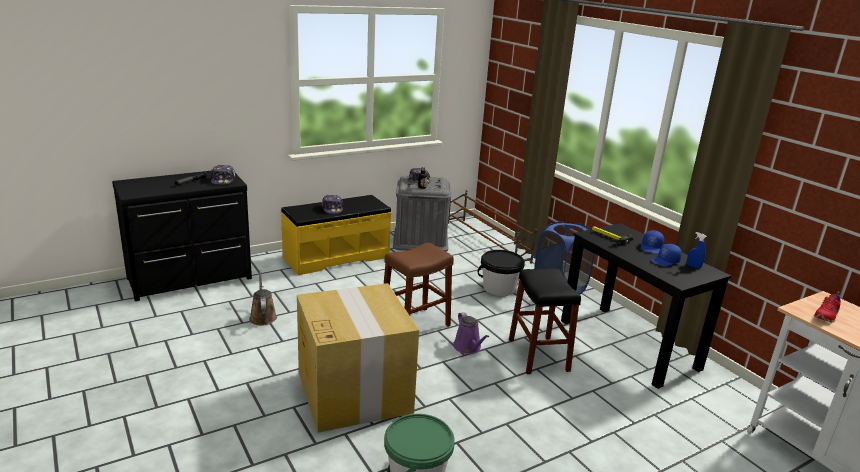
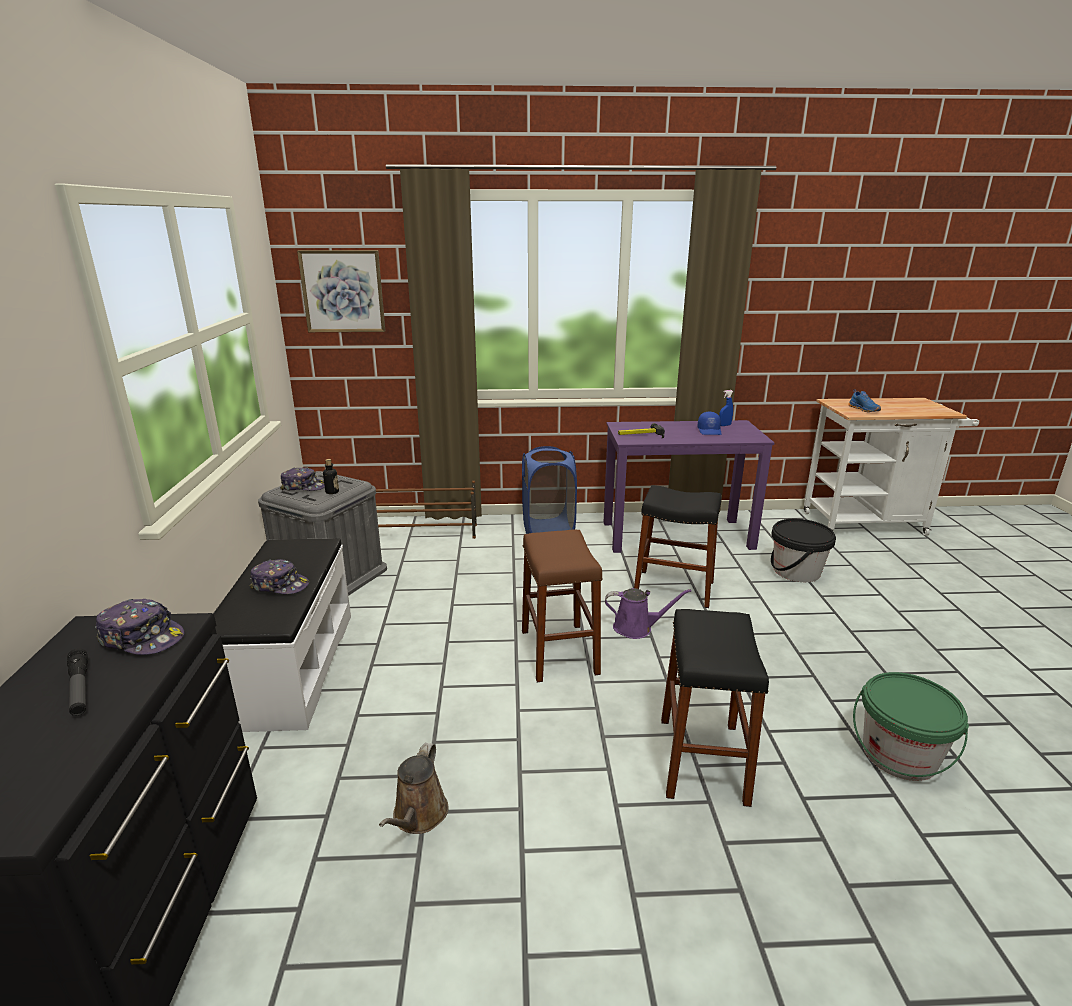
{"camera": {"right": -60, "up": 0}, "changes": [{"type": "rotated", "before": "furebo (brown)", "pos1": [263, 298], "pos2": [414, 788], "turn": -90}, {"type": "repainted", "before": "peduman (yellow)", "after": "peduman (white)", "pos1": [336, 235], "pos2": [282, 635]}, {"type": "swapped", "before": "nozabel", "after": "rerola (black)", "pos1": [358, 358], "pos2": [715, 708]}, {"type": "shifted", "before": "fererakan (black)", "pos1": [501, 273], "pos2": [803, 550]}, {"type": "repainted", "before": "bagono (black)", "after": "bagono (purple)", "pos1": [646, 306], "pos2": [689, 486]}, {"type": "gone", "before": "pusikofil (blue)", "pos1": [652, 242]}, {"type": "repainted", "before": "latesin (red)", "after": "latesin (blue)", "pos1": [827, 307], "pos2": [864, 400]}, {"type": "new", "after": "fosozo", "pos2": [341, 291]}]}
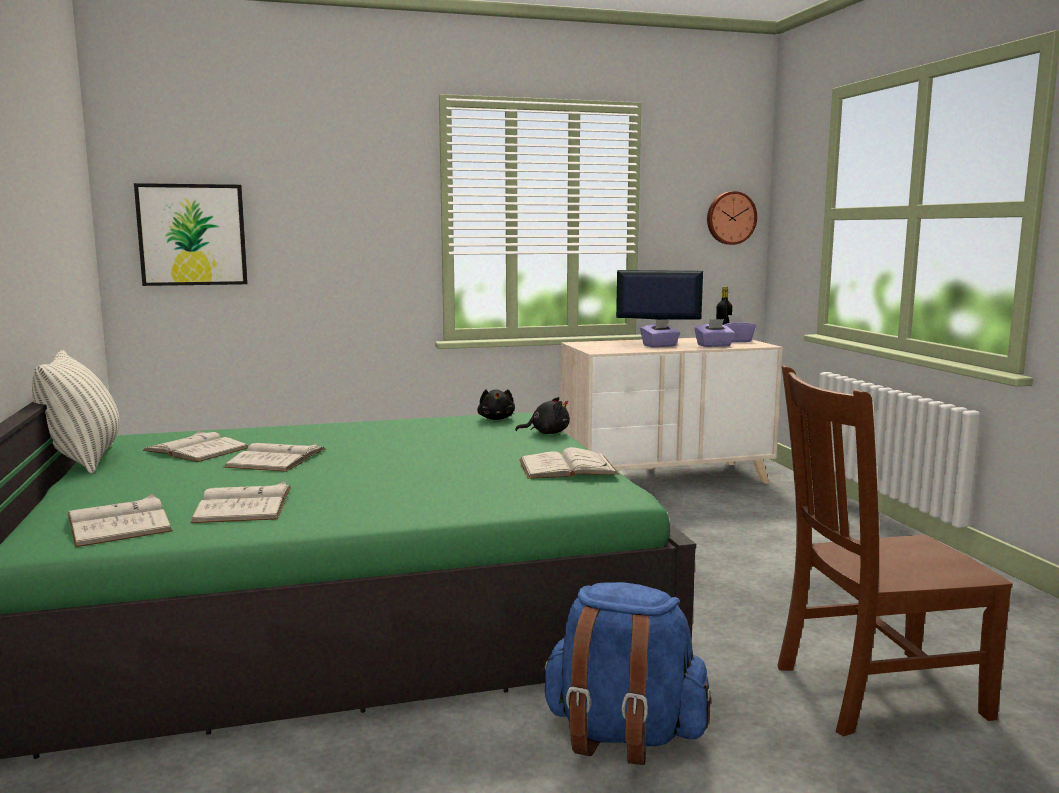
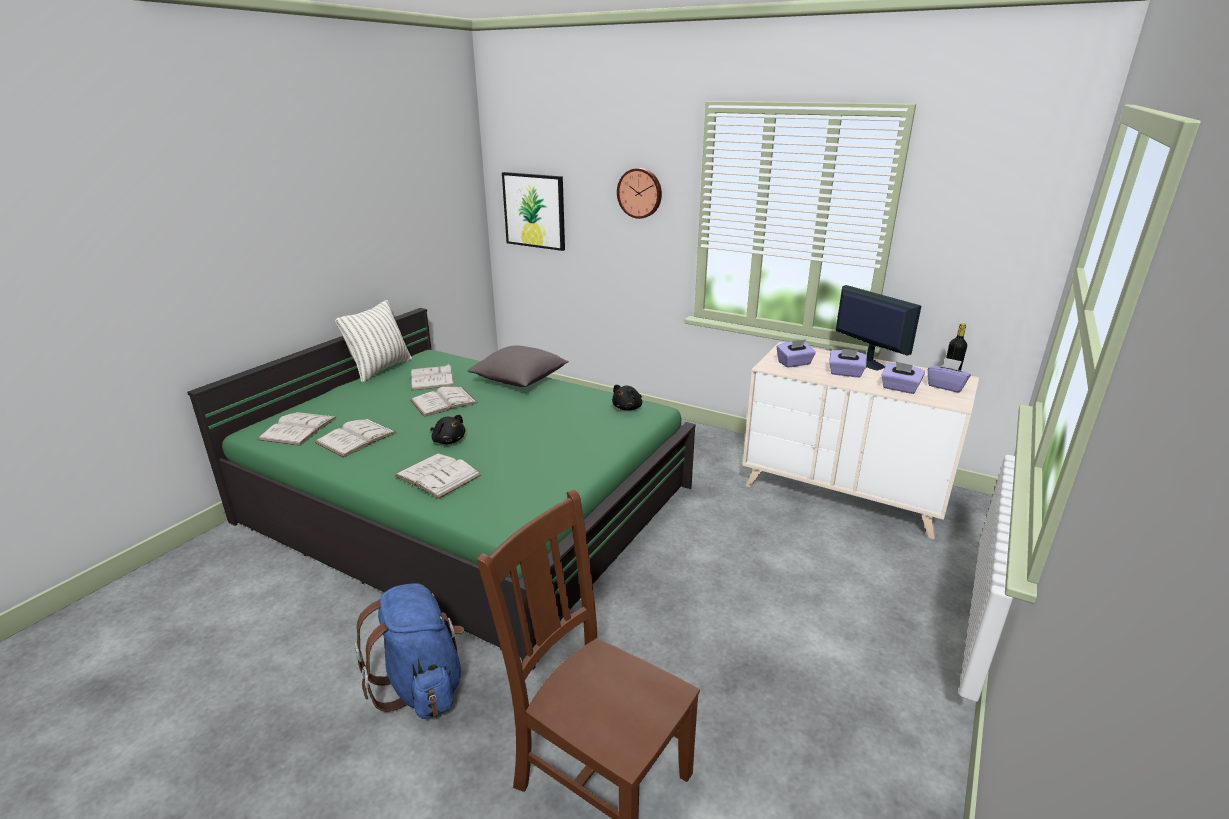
{"camera": {"right": 45, "up": 15}, "changes": [{"type": "shifted", "before": "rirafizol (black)", "pos1": [542, 415], "pos2": [447, 429]}, {"type": "shifted", "before": "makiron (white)", "pos1": [569, 463], "pos2": [437, 476]}, {"type": "shifted", "before": "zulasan", "pos1": [732, 218], "pos2": [639, 193]}, {"type": "new", "after": "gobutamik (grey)", "pos2": [518, 366]}, {"type": "new", "after": "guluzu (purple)", "pos2": [796, 353]}]}
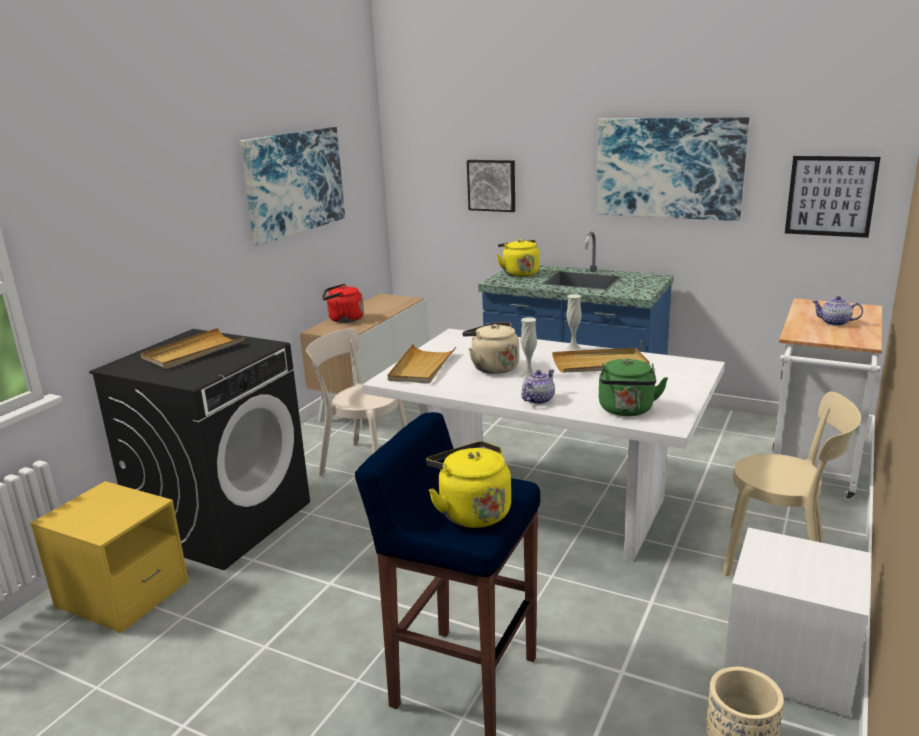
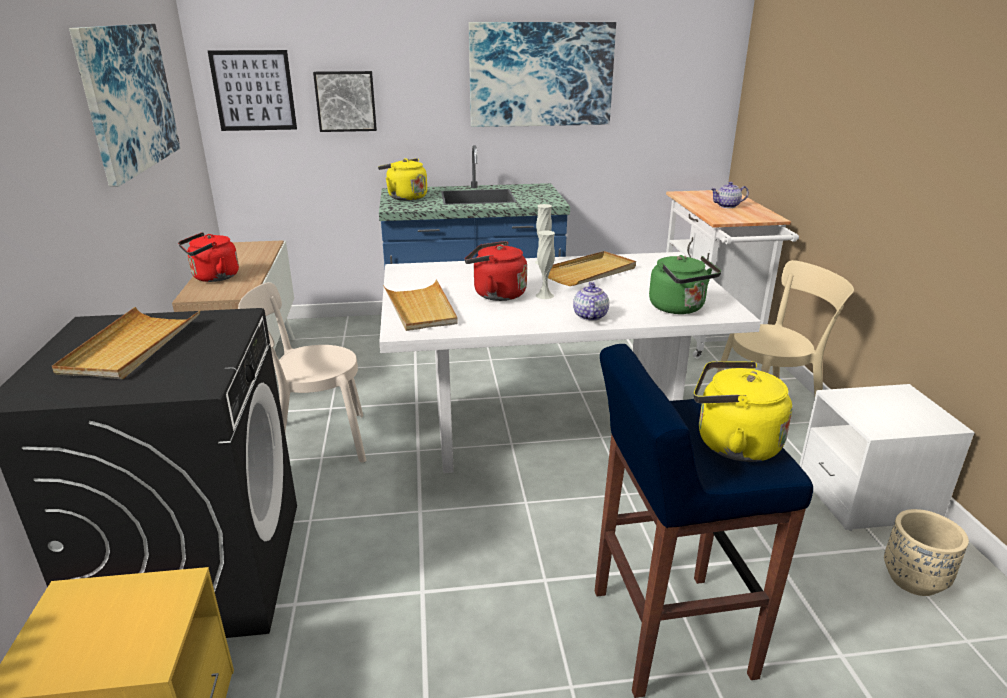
{"camera": {"right": -35, "up": 5}, "changes": [{"type": "repainted", "before": "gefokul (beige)", "after": "gefokul (red)", "pos1": [490, 348], "pos2": [496, 271]}, {"type": "shifted", "before": "fosozo", "pos1": [833, 197], "pos2": [252, 90]}]}
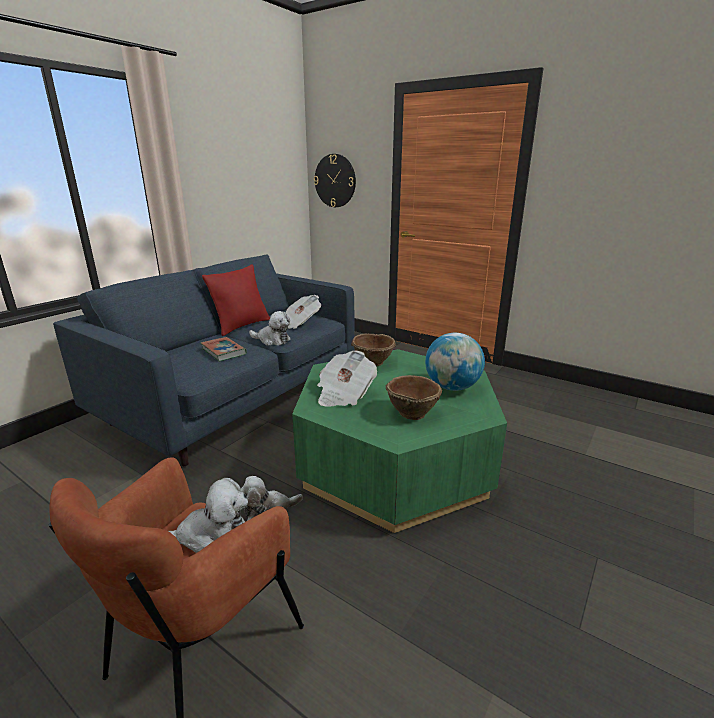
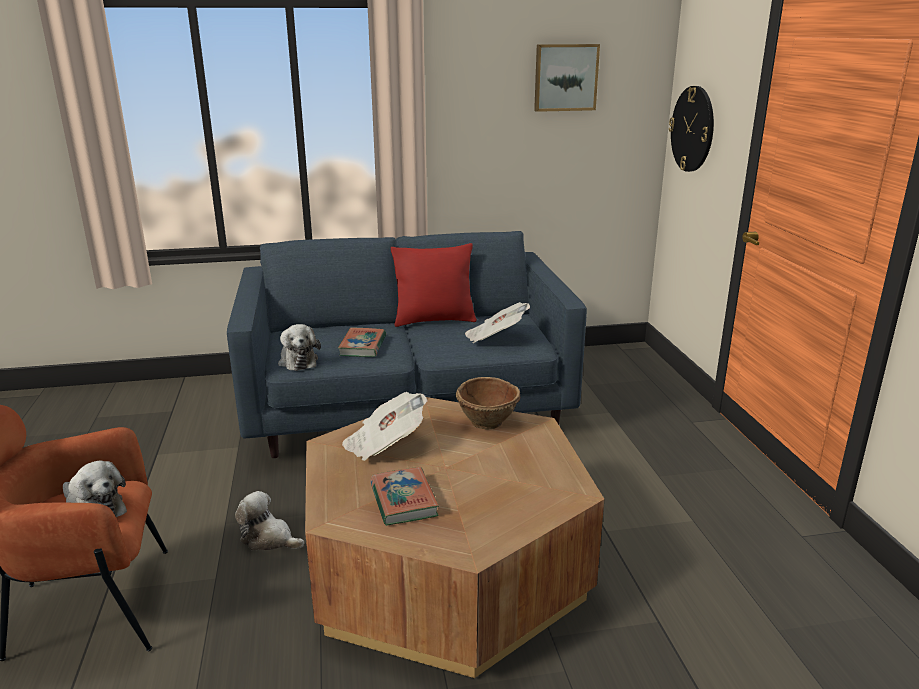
{"camera": {"right": 45, "up": 0}, "changes": [{"type": "shifted", "before": "rirafizol", "pos1": [270, 328], "pos2": [299, 347]}, {"type": "repainted", "before": "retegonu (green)", "after": "retegonu (brown)", "pos1": [399, 441], "pos2": [454, 537]}, {"type": "swapped", "before": "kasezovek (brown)", "after": "makiron", "pos1": [413, 397], "pos2": [404, 496]}, {"type": "gone", "before": "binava", "pos1": [455, 362]}, {"type": "new", "after": "fosozo", "pos2": [567, 78]}]}
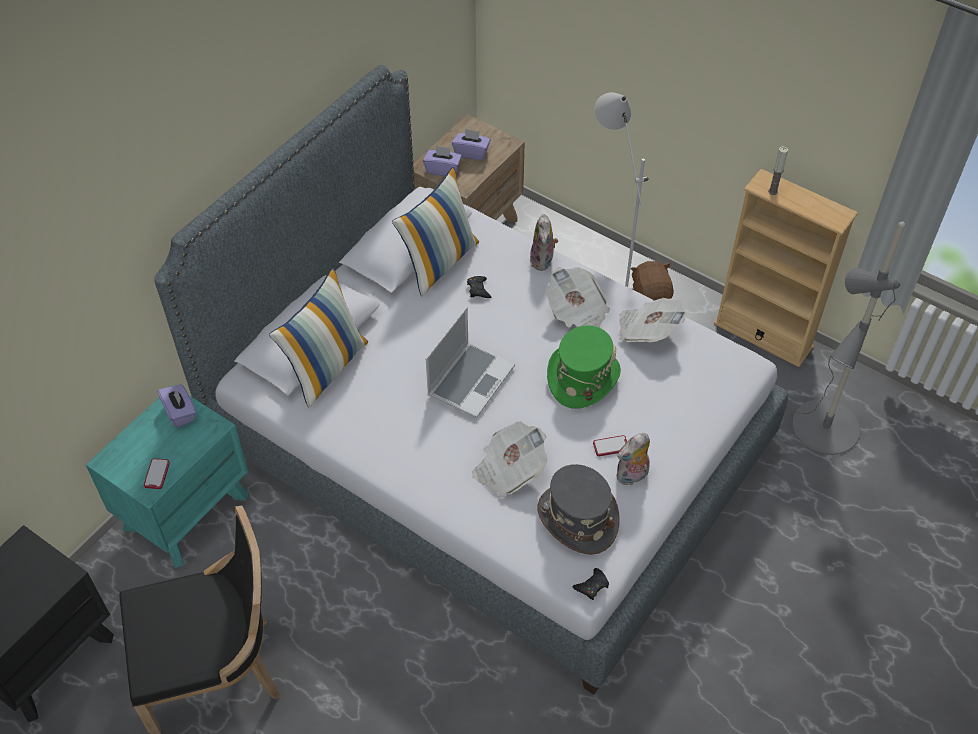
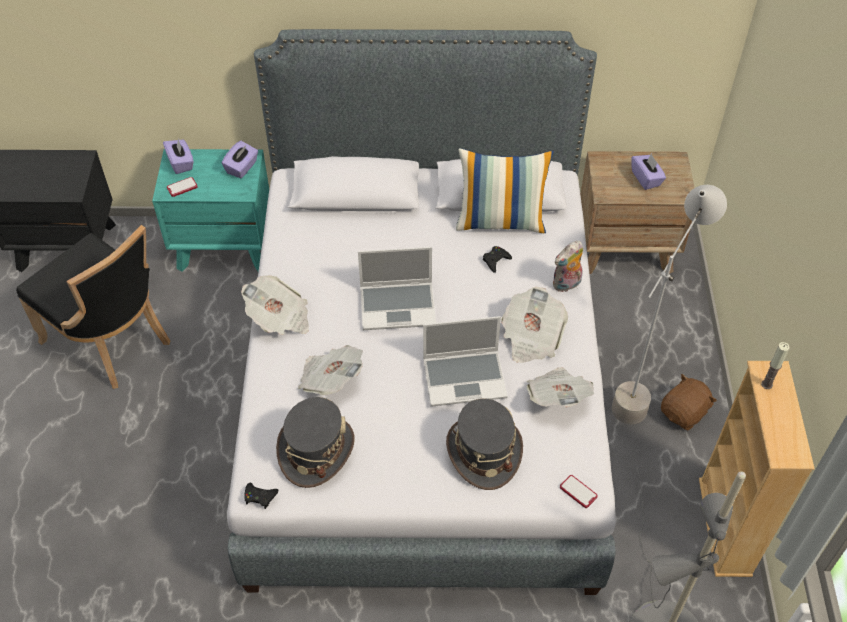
{"camera": {"right": 55, "up": 0}, "changes": [{"type": "gone", "before": "gobutamik", "pos1": [318, 338]}, {"type": "shifted", "before": "guluzu (purple)", "pos1": [442, 161], "pos2": [178, 156]}, {"type": "swapped", "before": "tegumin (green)", "after": "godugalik", "pos1": [584, 367], "pos2": [465, 361]}, {"type": "shifted", "before": "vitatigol", "pos1": [610, 445], "pos2": [579, 491]}, {"type": "gone", "before": "rirafizol", "pos1": [633, 459]}, {"type": "new", "after": "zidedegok", "pos2": [275, 305]}, {"type": "new", "after": "tegumin (grey)", "pos2": [484, 444]}]}
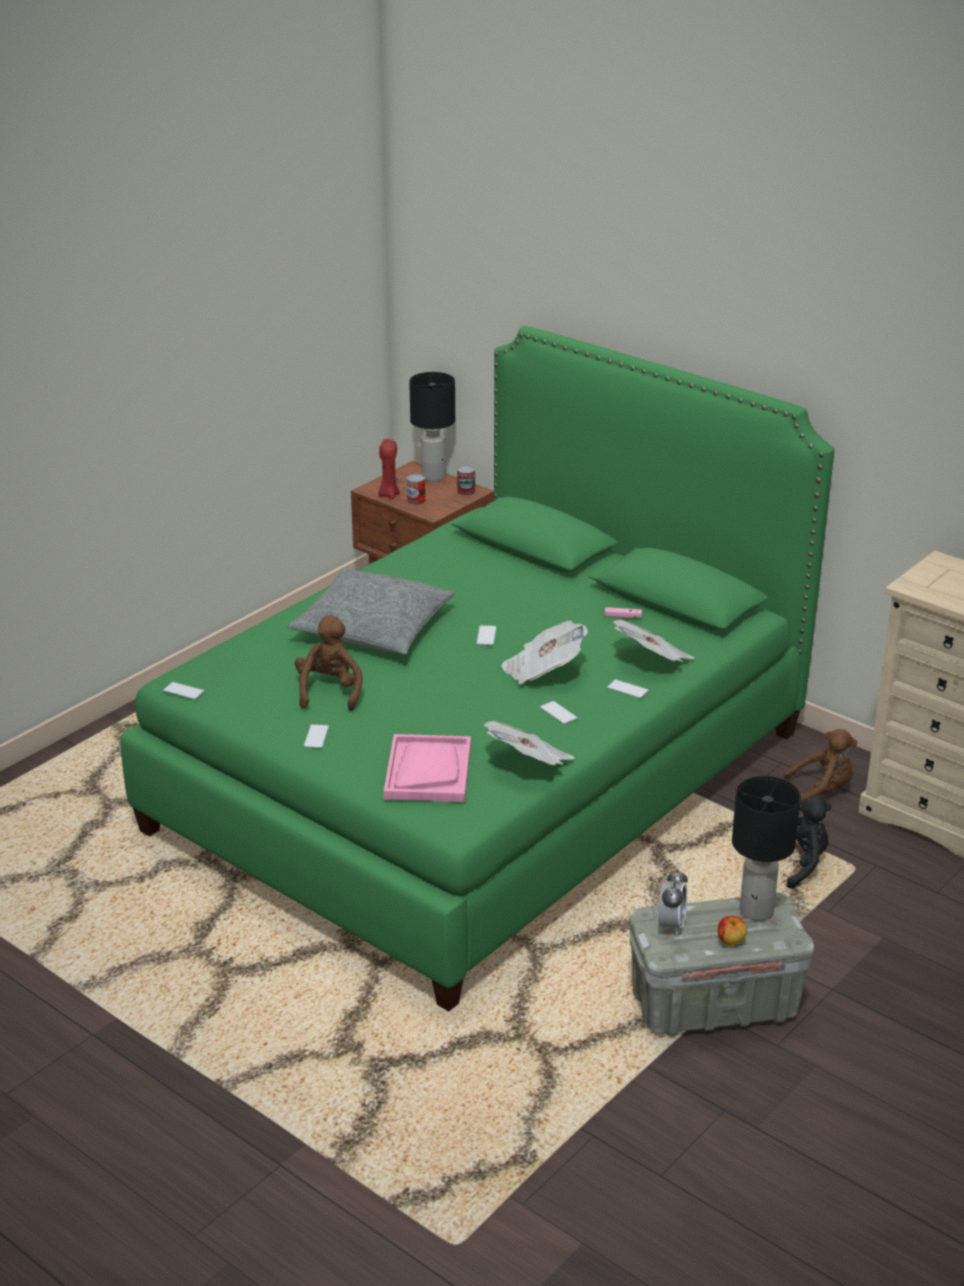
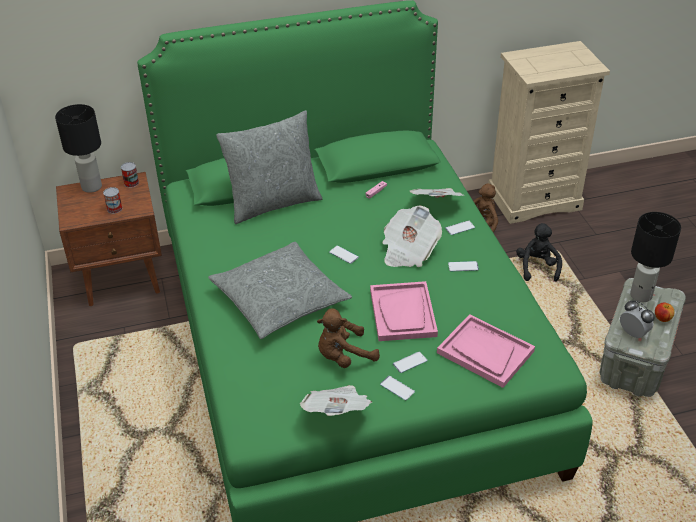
{"camera": {"right": -55, "up": 10}, "changes": [{"type": "shifted", "before": "vitatigol", "pos1": [183, 691], "pos2": [410, 362]}, {"type": "rotated", "before": "rirafizol (brown)", "pos1": [328, 663], "pos2": [348, 338], "turn": -60}, {"type": "gone", "before": "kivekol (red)", "pos1": [389, 469]}, {"type": "shifted", "before": "zidedegok", "pos1": [529, 743], "pos2": [336, 400]}, {"type": "new", "after": "gobutamik (grey)", "pos2": [269, 167]}, {"type": "new", "after": "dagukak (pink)", "pos2": [404, 311]}]}
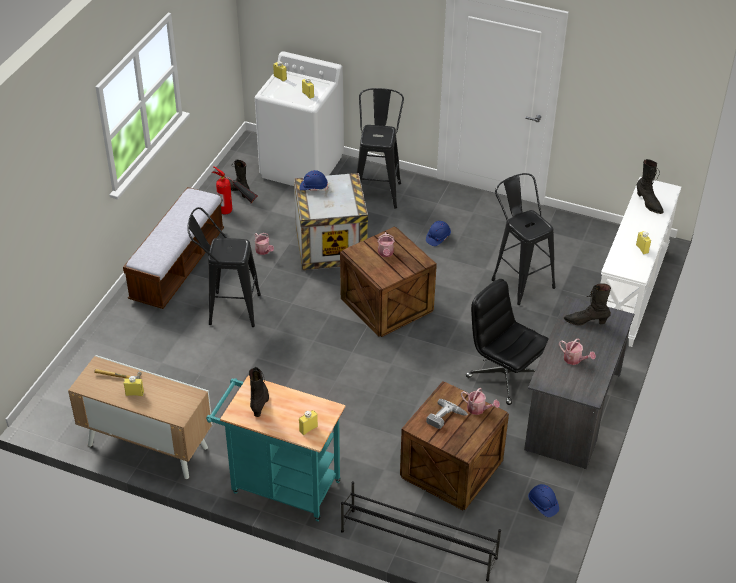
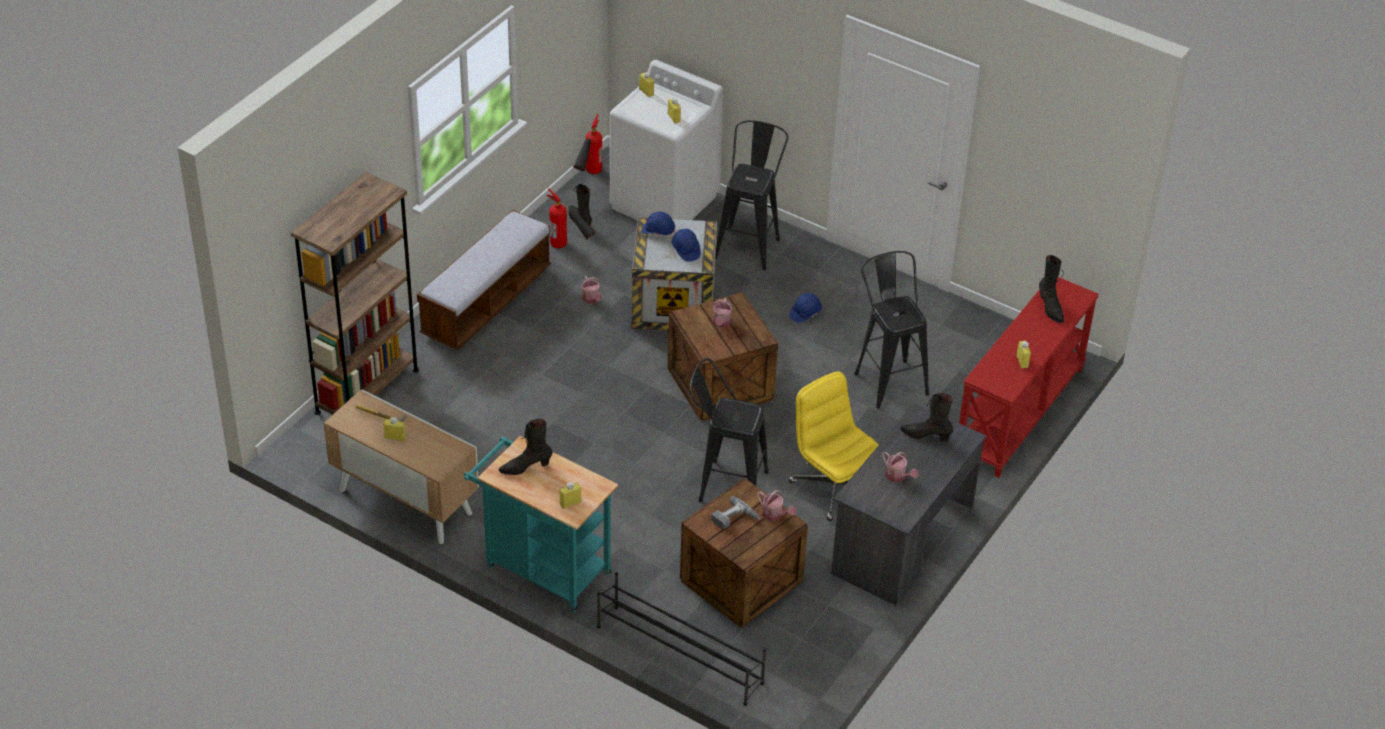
{"camera": {"right": 10, "up": 0}, "changes": [{"type": "shifted", "before": "rerola (black)", "pos1": [224, 267], "pos2": [729, 430]}, {"type": "rotated", "before": "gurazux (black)", "pos1": [259, 392], "pos2": [526, 447], "turn": -120}, {"type": "repainted", "before": "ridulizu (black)", "after": "ridulizu (yellow)", "pos1": [507, 342], "pos2": [834, 446]}, {"type": "shifted", "before": "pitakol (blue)", "pos1": [543, 500], "pos2": [686, 245]}, {"type": "repainted", "before": "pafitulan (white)", "after": "pafitulan (red)", "pos1": [640, 262], "pos2": [1029, 377]}, {"type": "new", "after": "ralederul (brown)", "pos2": [355, 293]}, {"type": "new", "after": "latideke", "pos2": [587, 144]}]}
